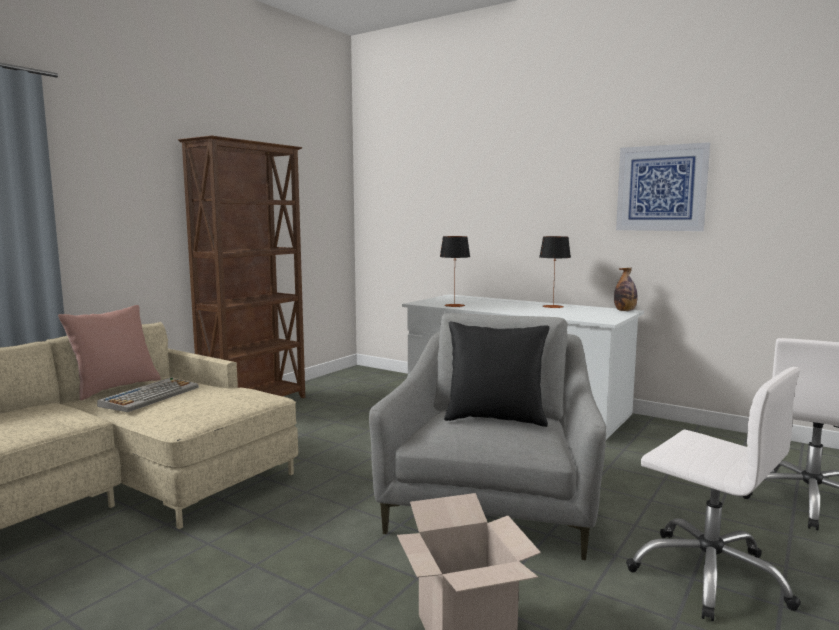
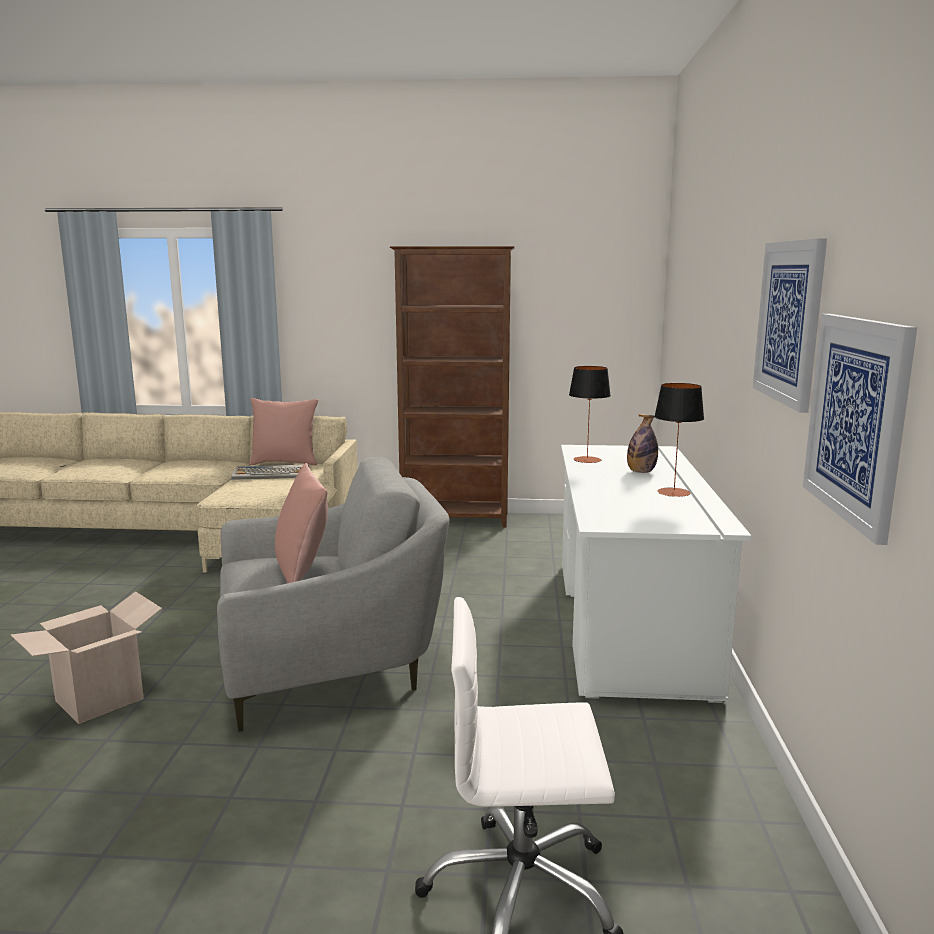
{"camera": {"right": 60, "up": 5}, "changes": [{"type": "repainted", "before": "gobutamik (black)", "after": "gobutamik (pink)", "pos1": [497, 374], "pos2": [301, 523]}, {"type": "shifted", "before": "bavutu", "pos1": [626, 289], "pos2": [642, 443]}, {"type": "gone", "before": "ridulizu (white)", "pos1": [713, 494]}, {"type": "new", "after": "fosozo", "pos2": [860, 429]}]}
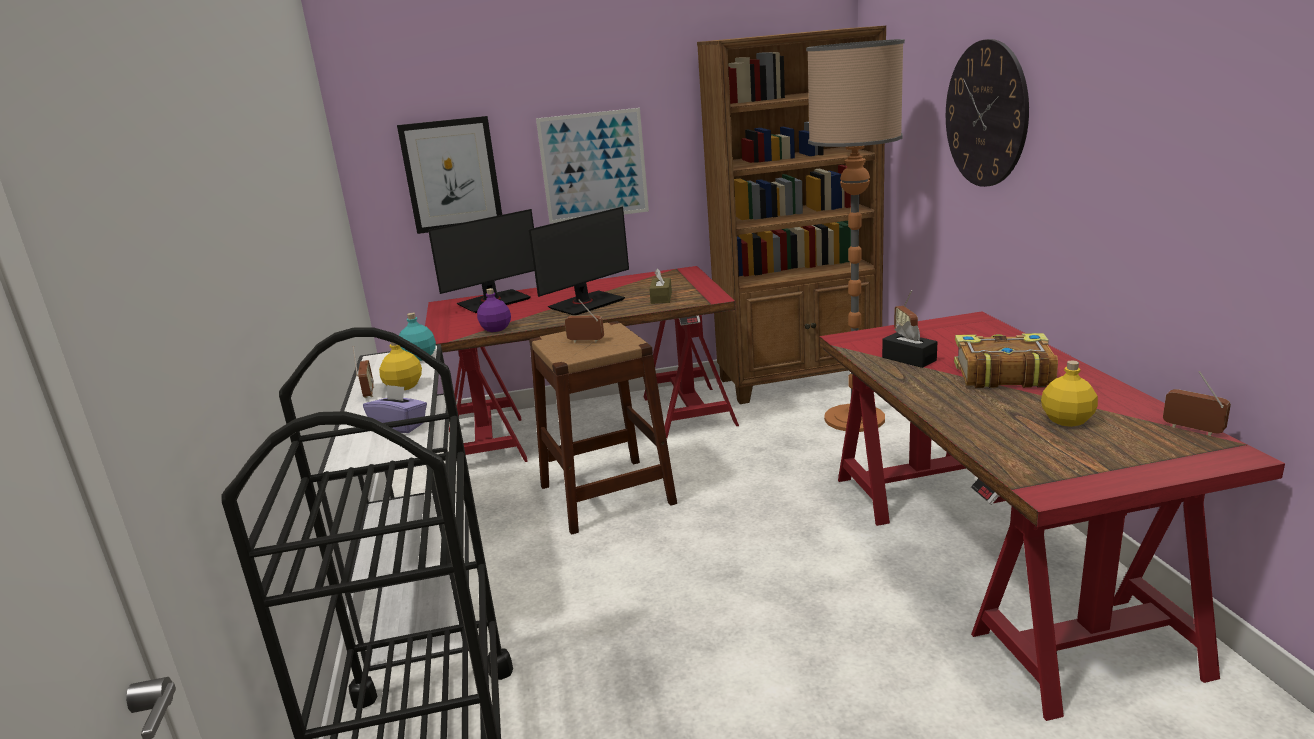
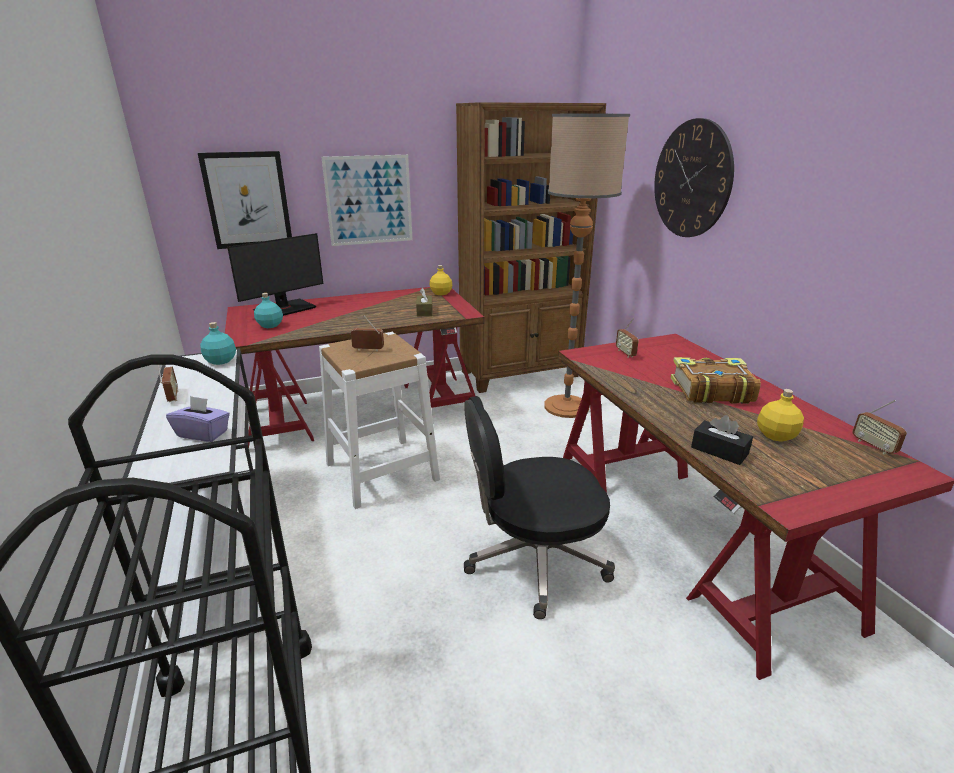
{"camera": {"right": -10, "up": 5}, "changes": [{"type": "shifted", "before": "bavutu (yellow)", "pos1": [400, 366], "pos2": [441, 280]}, {"type": "gone", "before": "bavutu (purple)", "pos1": [494, 310]}, {"type": "gone", "before": "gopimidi", "pos1": [579, 261]}, {"type": "repainted", "before": "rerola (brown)", "after": "rerola (white)", "pos1": [603, 428], "pos2": [379, 420]}, {"type": "shifted", "before": "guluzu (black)", "pos1": [909, 344], "pos2": [722, 440]}, {"type": "rotated", "before": "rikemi", "pos1": [1197, 403], "pos2": [879, 427], "turn": -150}, {"type": "new", "after": "bavutu (turquoise)", "pos2": [268, 310]}, {"type": "new", "after": "ridulizu (black)", "pos2": [539, 507]}]}
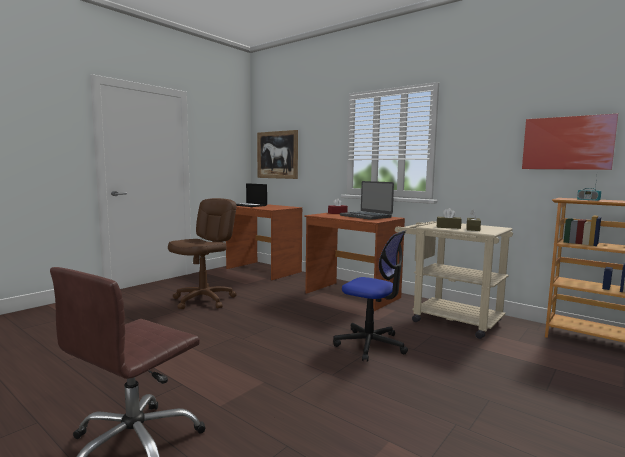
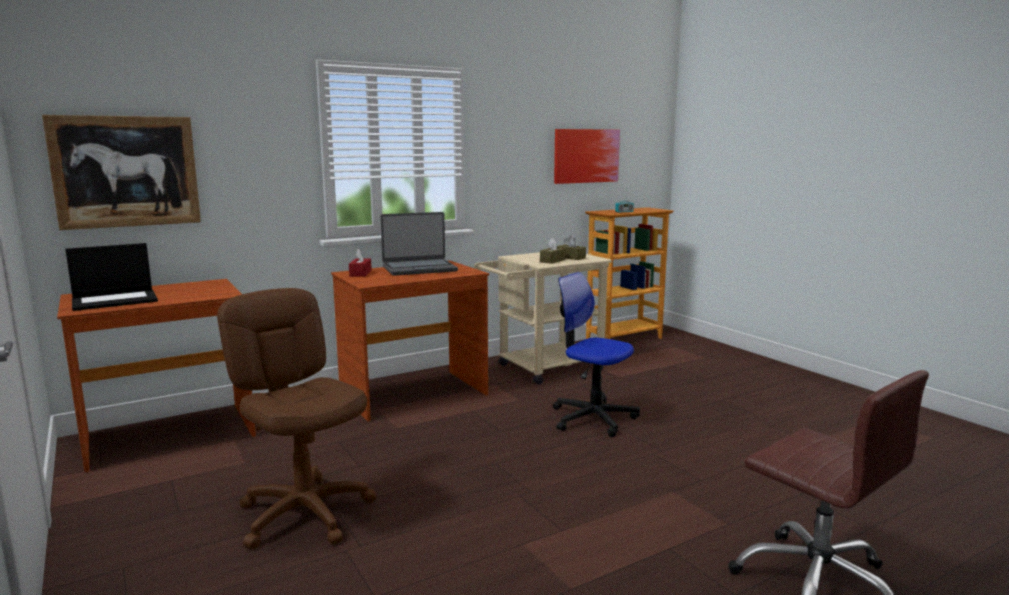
{"camera": {"right": -70, "up": 5}, "changes": [{"type": "rotated", "before": "ridulizu", "pos1": [370, 296], "pos2": [596, 354], "turn": -105}]}
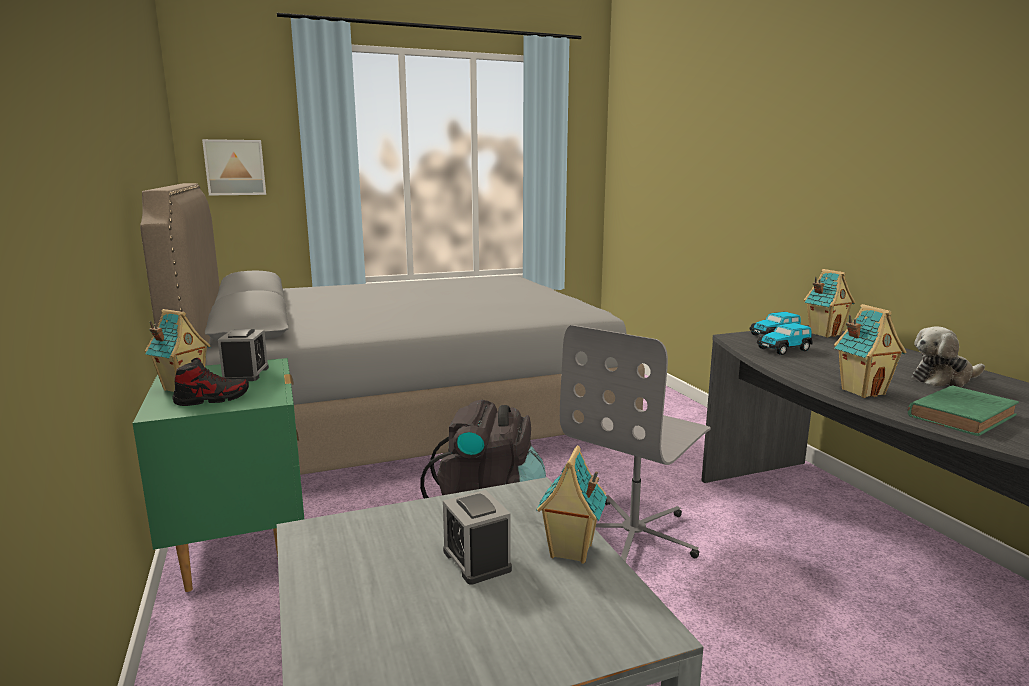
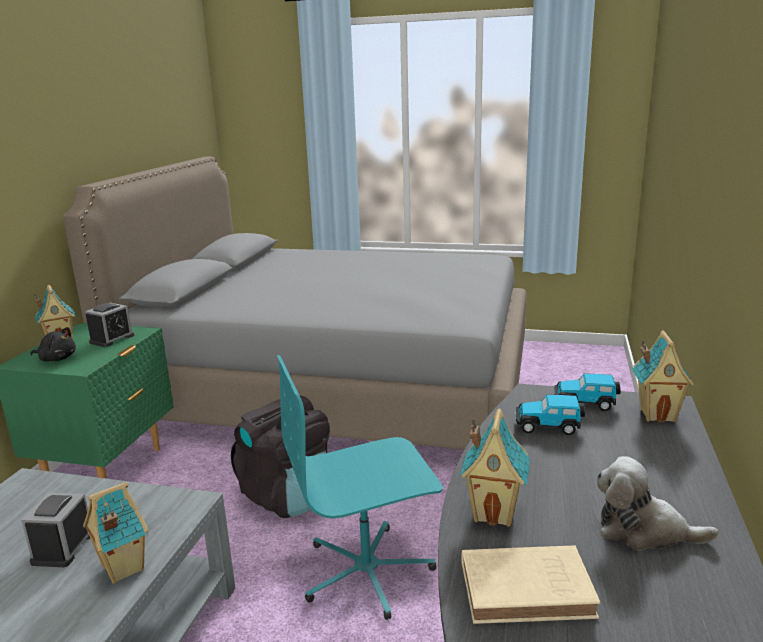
{"camera": {"right": 35, "up": 5}, "changes": [{"type": "swapped", "before": "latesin", "after": "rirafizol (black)", "pos1": [211, 382], "pos2": [53, 344]}, {"type": "gone", "before": "fosozo", "pos1": [234, 167]}, {"type": "repainted", "before": "ridulizu (grey)", "after": "ridulizu (turquoise)", "pos1": [635, 443], "pos2": [360, 487]}, {"type": "repainted", "before": "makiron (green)", "after": "makiron (beige)", "pos1": [963, 410], "pos2": [530, 584]}]}
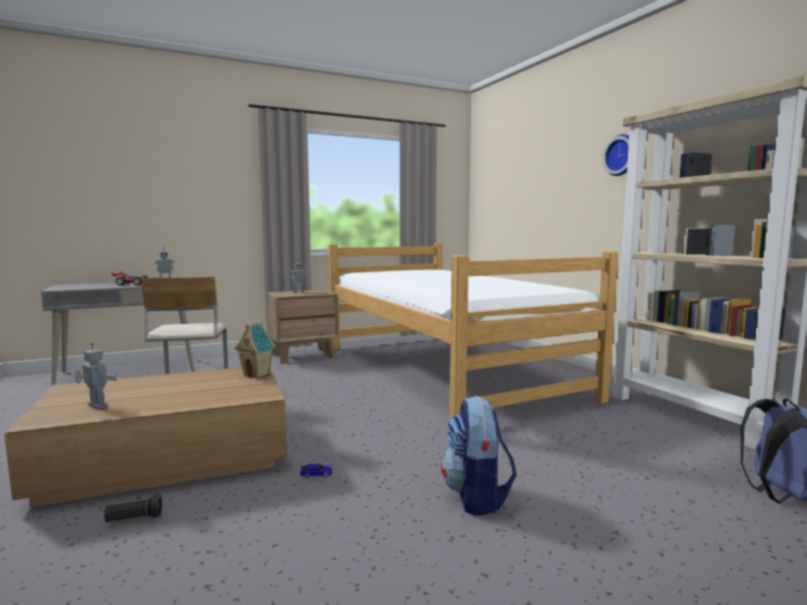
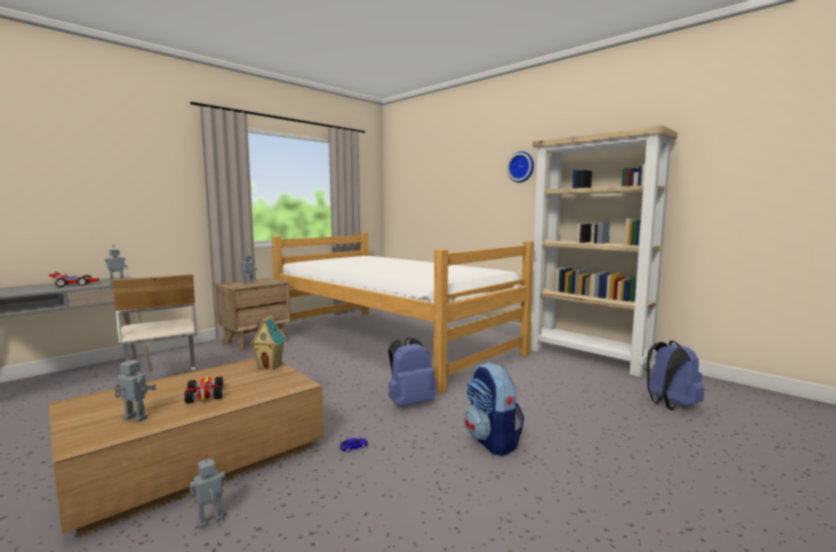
{"camera": {"right": -20, "up": 0}, "changes": [{"type": "swapped", "before": "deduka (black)", "after": "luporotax", "pos1": [133, 508], "pos2": [207, 491]}, {"type": "new", "after": "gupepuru", "pos2": [203, 389]}, {"type": "new", "after": "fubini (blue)", "pos2": [412, 371]}]}
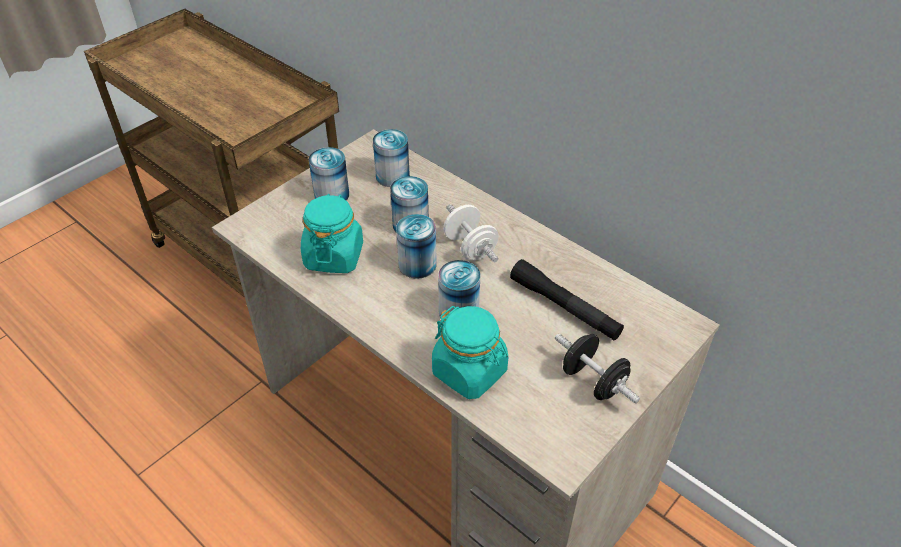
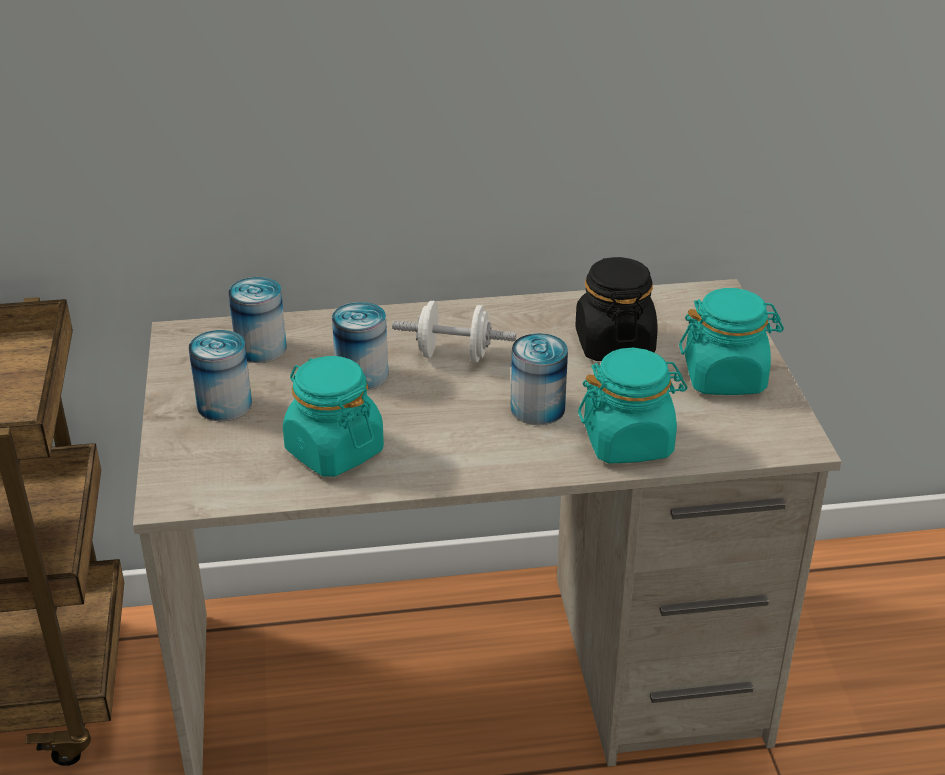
{"camera": {"right": -50, "up": -10}, "changes": [{"type": "gone", "before": "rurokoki", "pos1": [416, 246]}, {"type": "swapped", "before": "deduka (black)", "after": "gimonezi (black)", "pos1": [567, 300], "pos2": [616, 309]}, {"type": "swapped", "before": "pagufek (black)", "after": "gimonezi (turquoise)", "pos1": [597, 369], "pos2": [731, 341]}]}
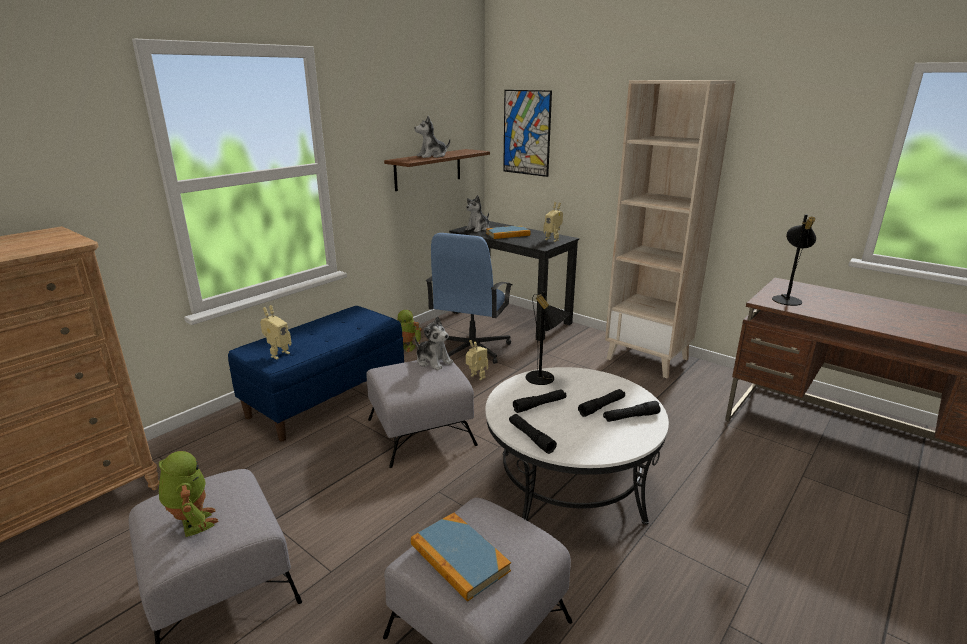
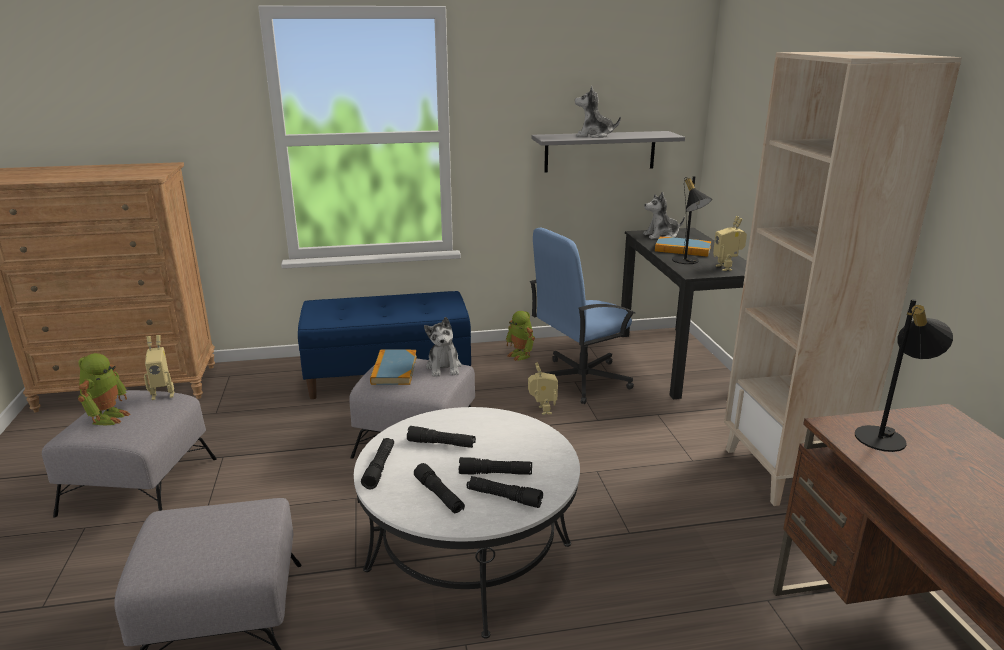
{"camera": {"right": 40, "up": 0}, "changes": [{"type": "shifted", "before": "luporotax", "pos1": [275, 332], "pos2": [159, 367]}, {"type": "repainted", "before": "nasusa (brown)", "after": "nasusa (grey)", "pos1": [437, 170], "pos2": [608, 152]}, {"type": "shifted", "before": "makiron", "pos1": [461, 557], "pos2": [393, 367]}, {"type": "gone", "before": "fosozo", "pos1": [527, 133]}, {"type": "shifted", "before": "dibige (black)", "pos1": [548, 338], "pos2": [692, 220]}, {"type": "new", "after": "deduka (black)", "pos2": [439, 488]}]}
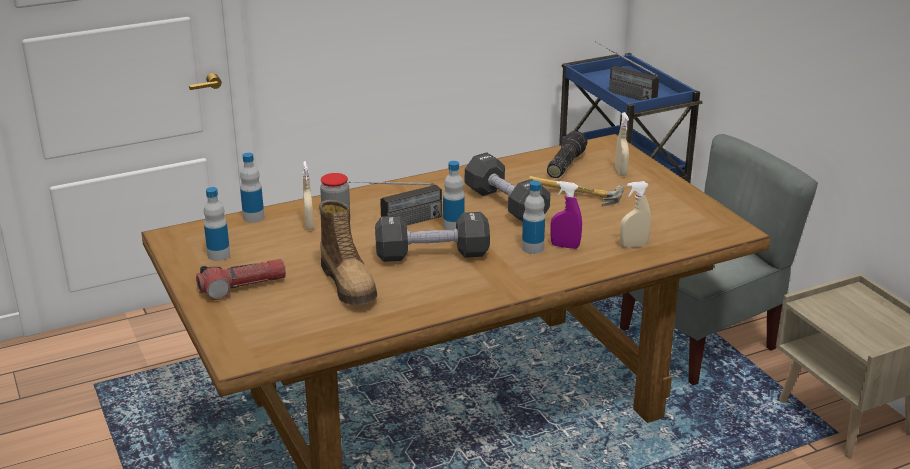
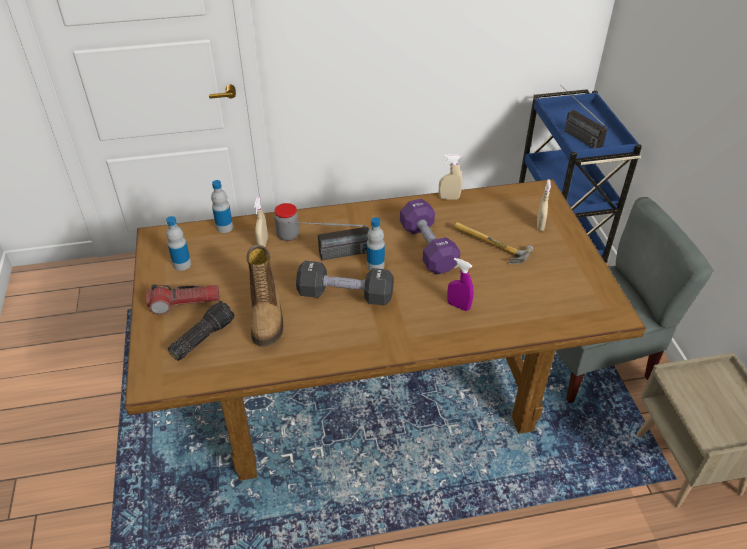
{"camera": {"right": 15, "up": 15}, "changes": [{"type": "repainted", "before": "pagufek (black)", "after": "pagufek (purple)", "pos1": [507, 187], "pos2": [430, 237]}, {"type": "gone", "before": "bavutu", "pos1": [533, 217]}, {"type": "shifted", "before": "deduka", "pos1": [567, 154], "pos2": [201, 331]}, {"type": "shifted", "before": "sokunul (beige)", "pos1": [635, 214], "pos2": [450, 177]}]}
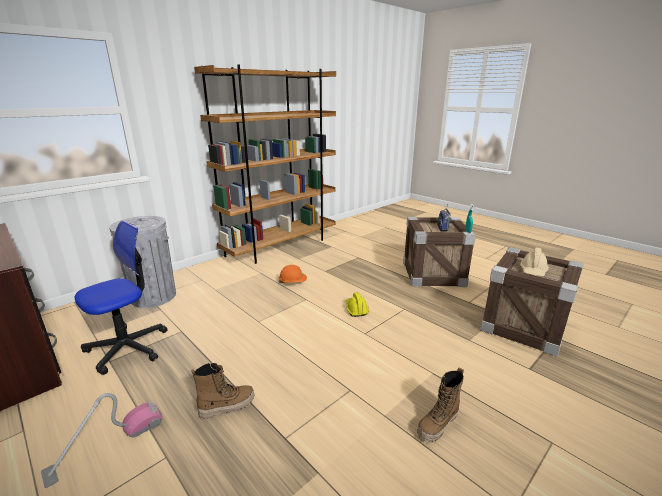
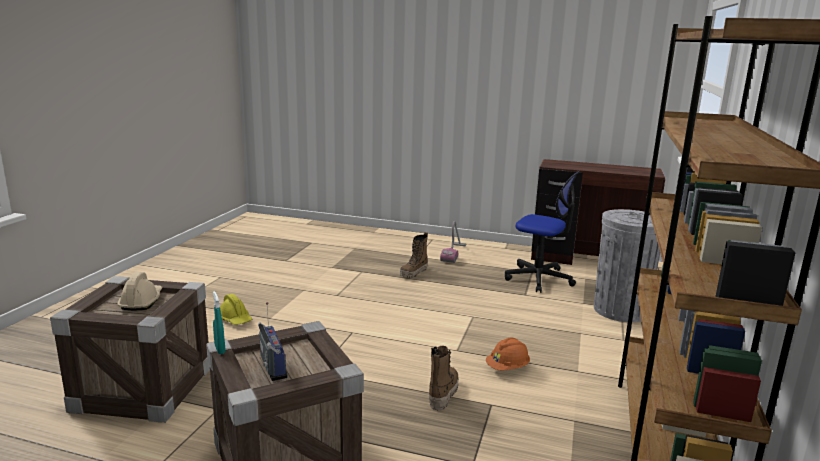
{"camera": {"right": 150, "up": -5}, "changes": [{"type": "rotated", "before": "ridulizu", "pos1": [121, 297], "pos2": [542, 232], "turn": -75}, {"type": "shifted", "before": "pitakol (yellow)", "pos1": [357, 304], "pos2": [236, 309]}, {"type": "shifted", "before": "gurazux", "pos1": [440, 405], "pos2": [444, 378]}]}
